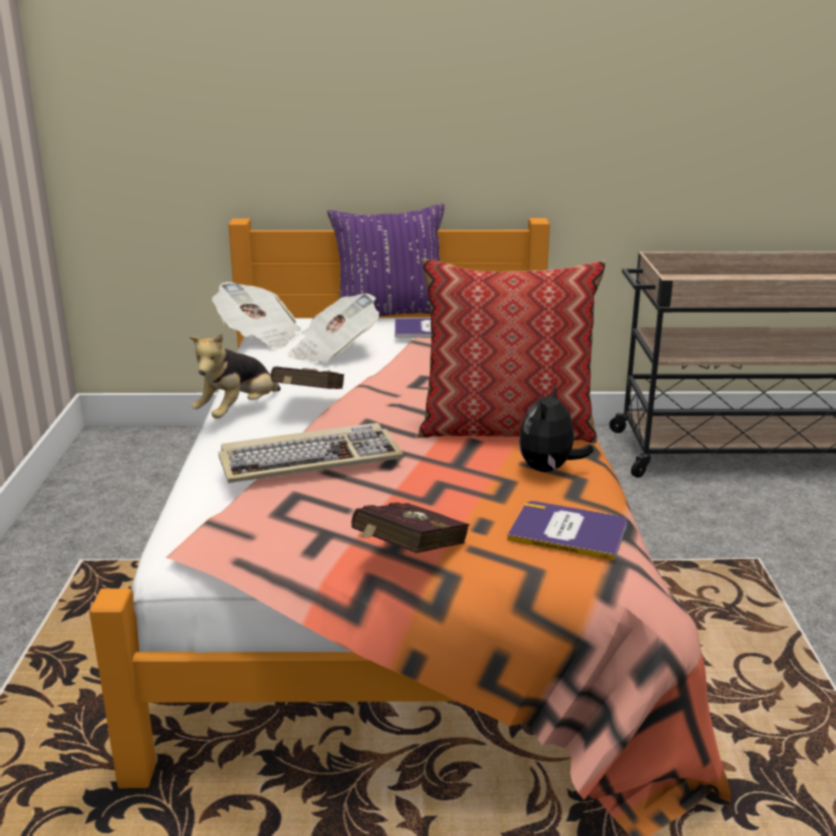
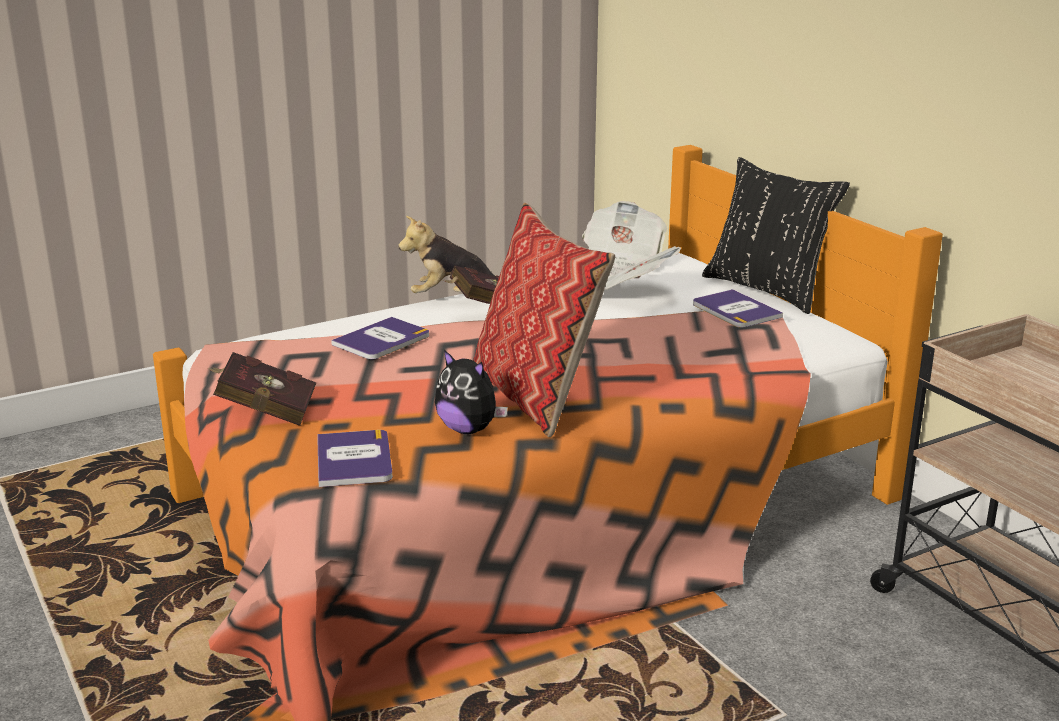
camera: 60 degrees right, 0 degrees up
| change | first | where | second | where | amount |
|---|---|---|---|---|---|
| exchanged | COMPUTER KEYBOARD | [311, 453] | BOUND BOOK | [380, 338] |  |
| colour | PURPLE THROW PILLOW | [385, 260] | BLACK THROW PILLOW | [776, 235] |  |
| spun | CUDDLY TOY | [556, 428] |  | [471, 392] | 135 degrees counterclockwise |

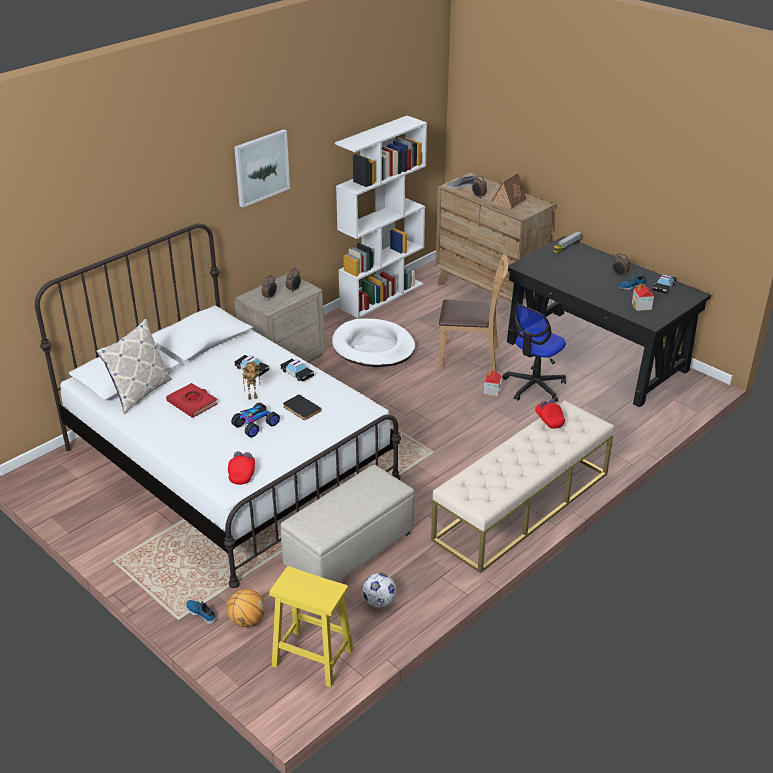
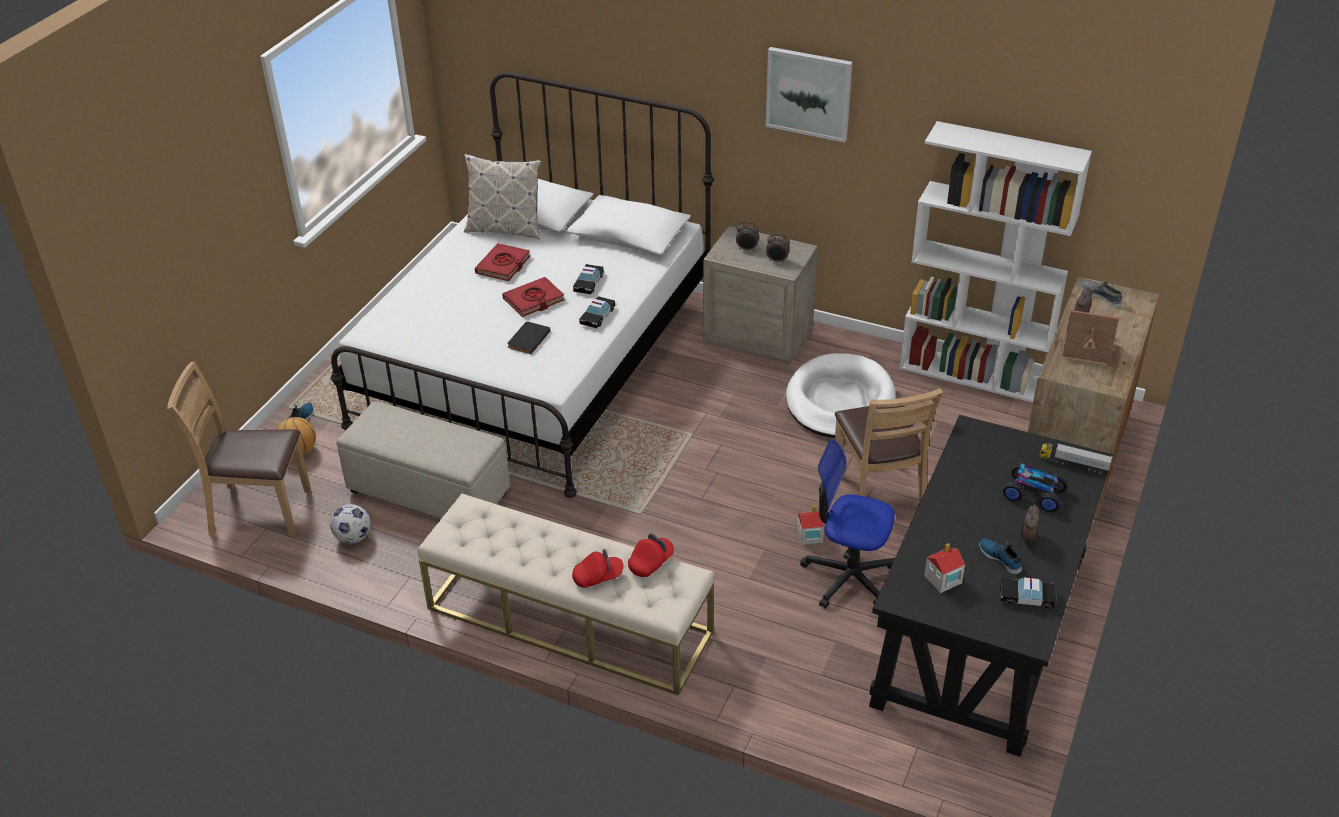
camera: 70 degrees right, 5 degrees up
| change | first | where | second | where | amount |
|---|---|---|---|---|---|
| relocated | RED PEAKED CAP | [241, 468] |  | [598, 568] |  |
| relocated | MODEL CAR | [255, 419] |  | [1035, 487] |  |
| exchanged | MODEL ROBOT | [252, 381] | RED BOUND BOOK | [533, 297] |  |
| exchanged | YELLOW SITTING STOOL | [311, 626] | BROWN UPRIGHT CHAIR | [239, 449] |  |

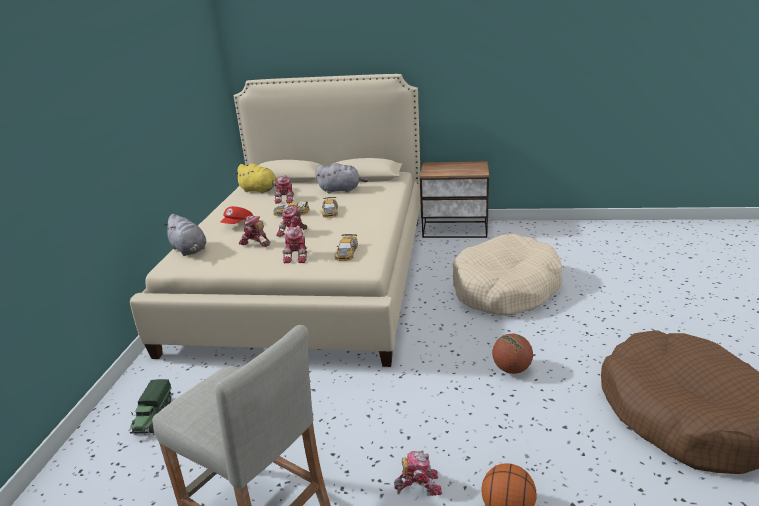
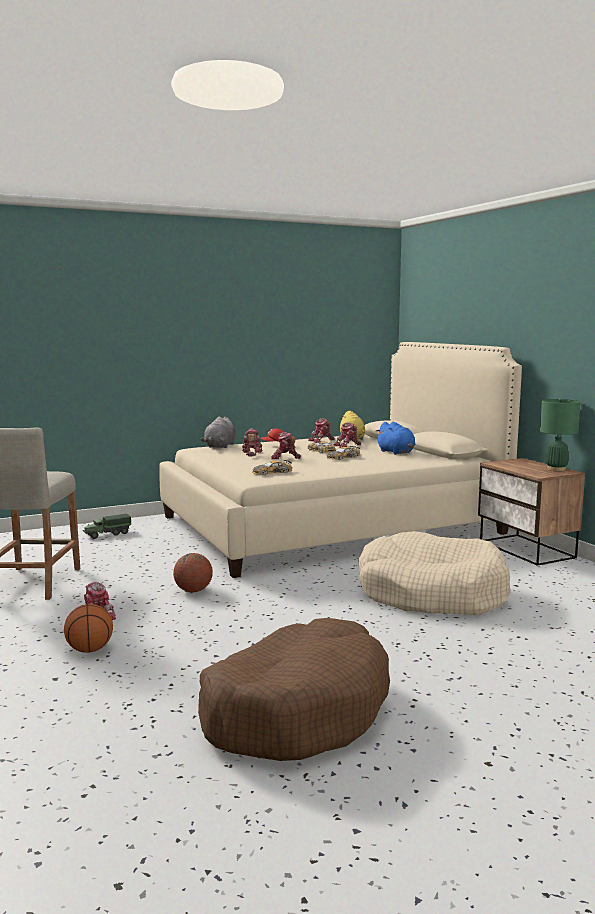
camera: 55 degrees right, 15 degrees down
| change | first | where | second | where | amount |
|---|---|---|---|---|---|
| relocated | MODEL ROBOT | [295, 245] |  | [321, 430] |  |
| colour | GREYISH CUDDLY TOY | [342, 178] | BLUISH CUDDLY TOY | [395, 438] |  |
| relocated | BALL FOR BASKETBALL | [512, 354] |  | [193, 572] |  |
| appeared |  |  | GREENISH TABLETOP LAMP | [560, 434] |  |

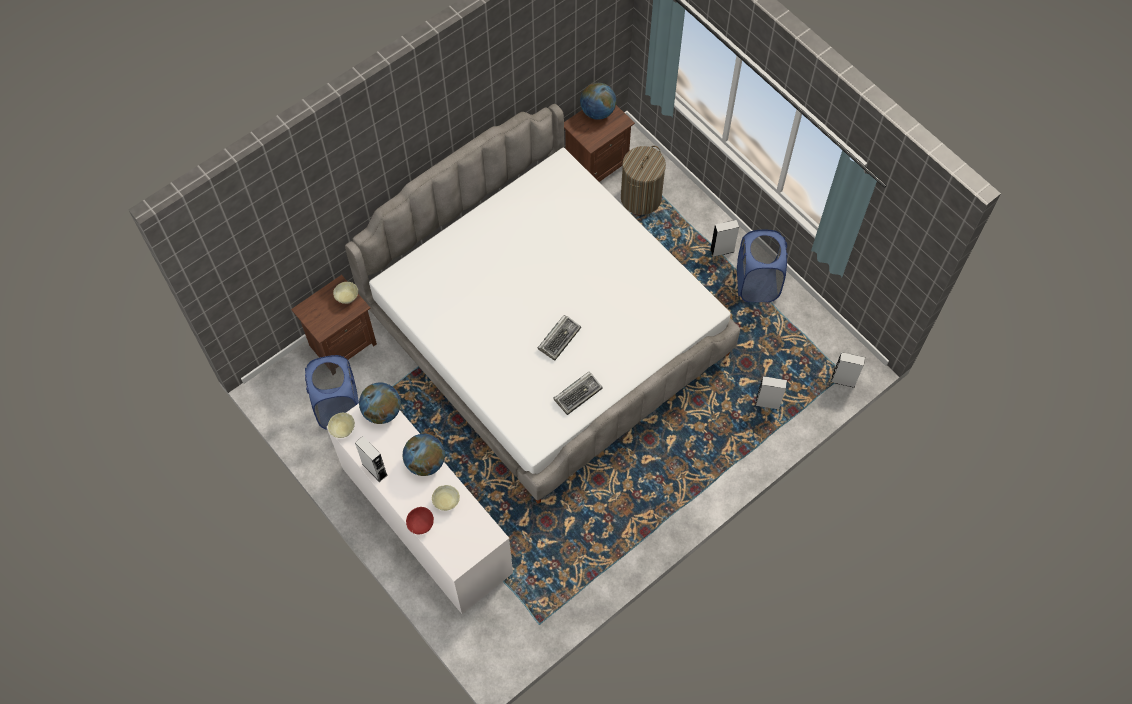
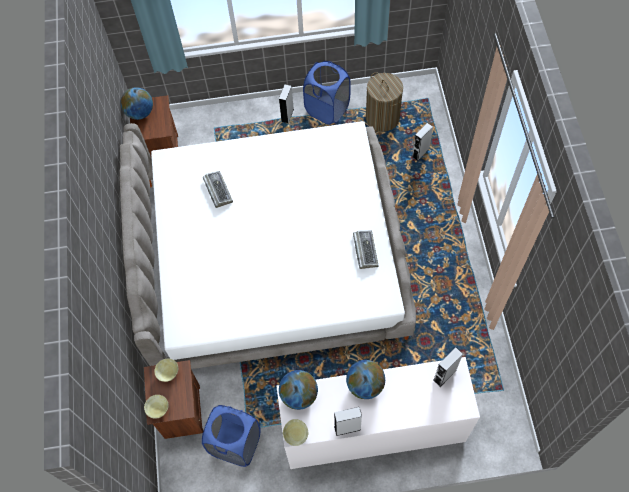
camera: 55 degrees left, 0 degrees up
| change | first | where | second | where | amount |
|---|---|---|---|---|---|
| missing | RED SERVING BOWL | [420, 520] |  |  |  |
| relocated | BEIGE-COLOURED SERVING BOWL | [446, 498] |  | [156, 407] |  |
| relocated | COMPUTER KEYBOARD | [559, 337] |  | [218, 189] |  |
| relocated | HAMPER | [643, 180] |  | [384, 102] |  |
| relocated | GREYISH AUDIO SPEAKER | [848, 370] |  | [448, 367] |  |

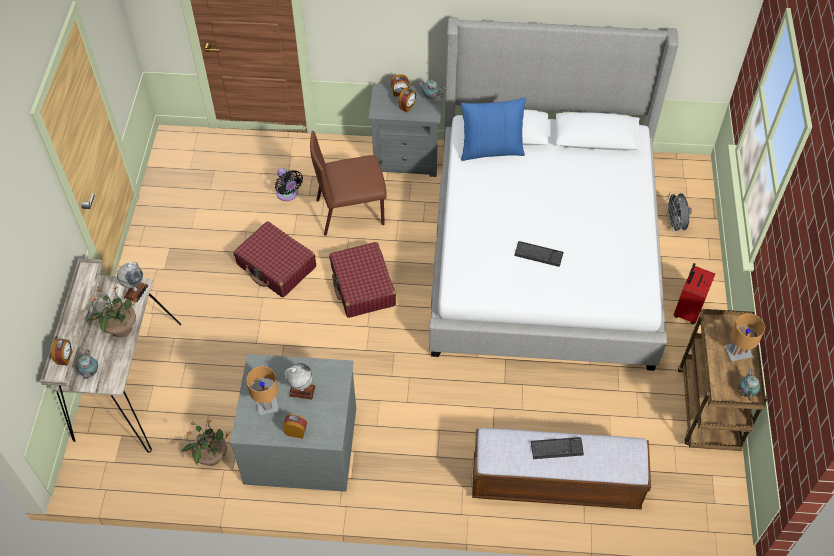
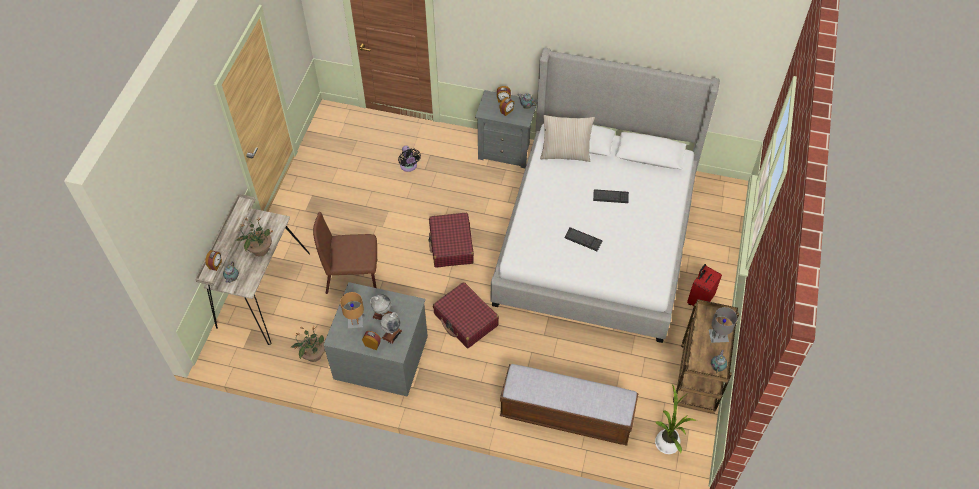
camera: 10 degrees right, 0 degrees up
| change | first | where | second | where | amount |
|---|---|---|---|---|---|
| relocated | GLOBE | [133, 282] |  | [391, 328] |  |
| relocated | RED PIECE OF LUGGAGE | [275, 259] |  | [466, 315] |  |
| relocated | BROWN UPRIGHT CHAIR | [348, 183] |  | [345, 253] |  |
| colour | BLUISH THROW PILLOW | [493, 129] | BEIGE-COLOURED THROW PILLOW | [567, 138] |  |
| relocated | COMPUTER KEYBOARD | [557, 448] |  | [611, 196] |  |
| missing | GREYISH FAN | [678, 213] |  |  |  |
| colour | BROWN TABLETOP LAMP | [744, 337] | GREYISH TABLETOP LAMP | [723, 325] |  |
| appeared |  |  | POTTED PLANT | [676, 419] |  |

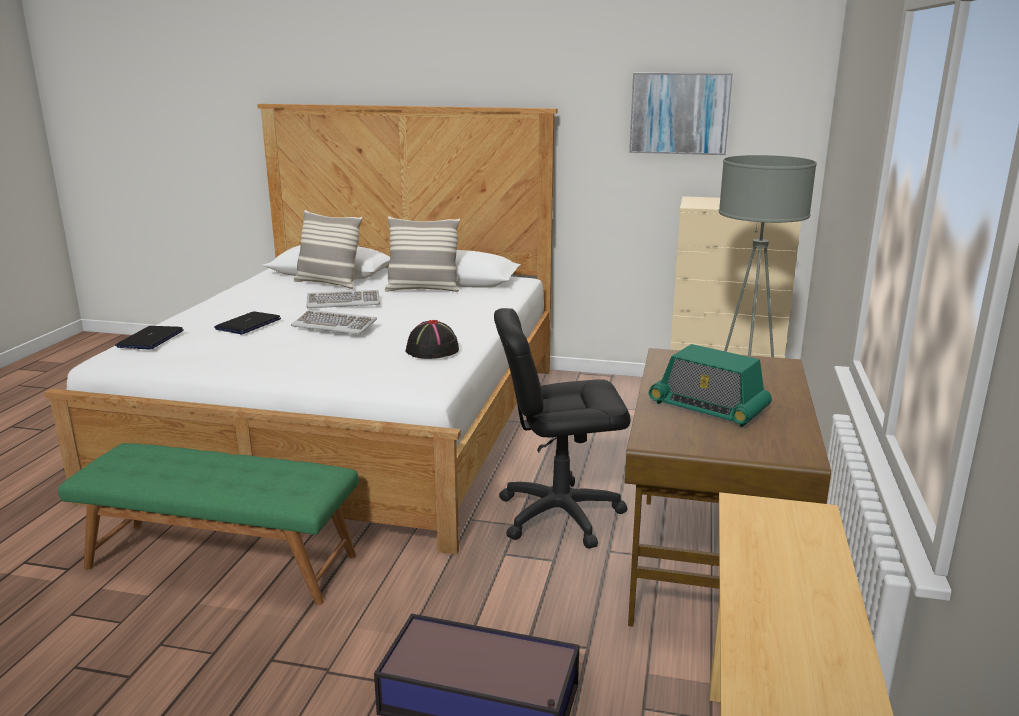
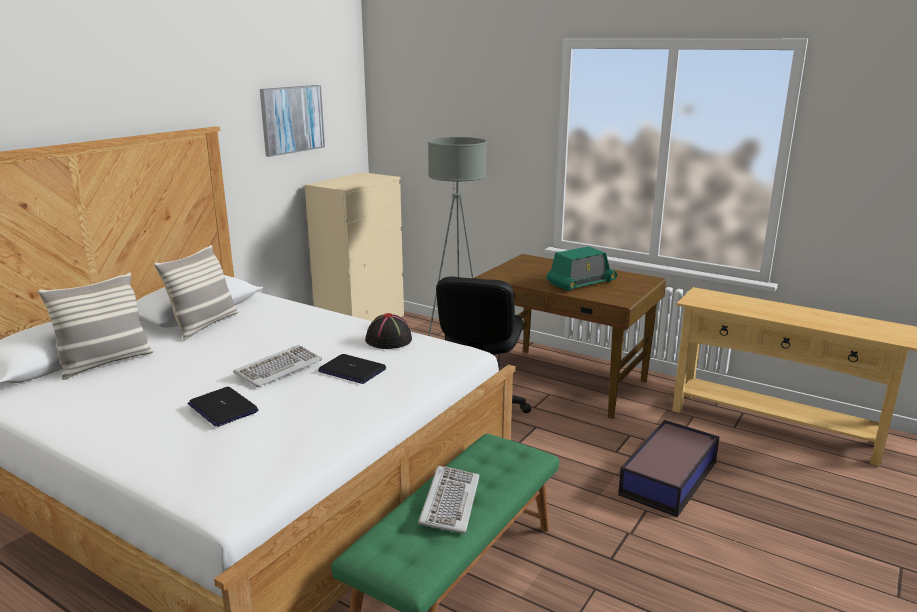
camera: 70 degrees left, 0 degrees up
| change | first | where | second | where | amount |
|---|---|---|---|---|---|
| relocated | LAPTOP | [149, 338] |  | [352, 369] |  |
| relocated | COMPUTER KEYBOARD | [343, 299] |  | [448, 500] |  |

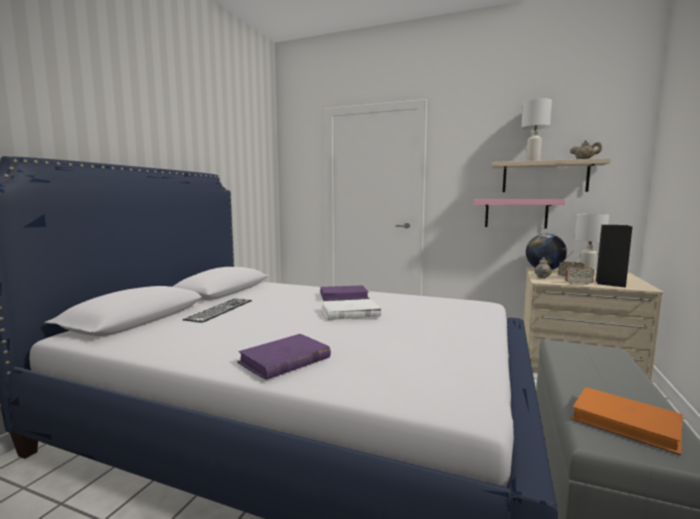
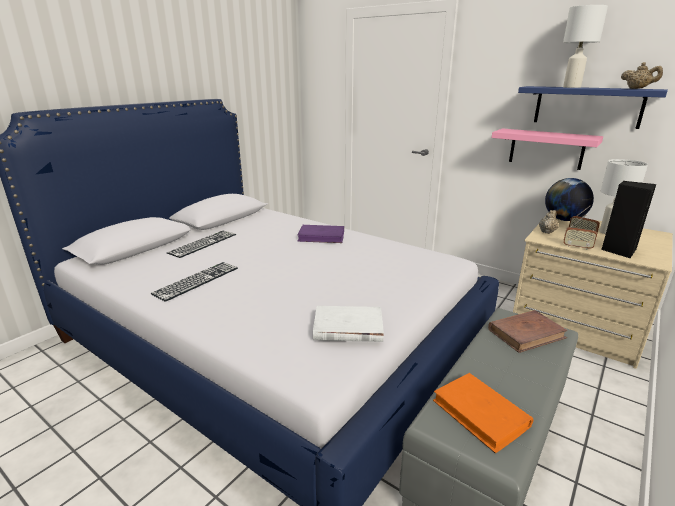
camera: 15 degrees right, 15 degrees up
| change | first | where | second | where | amount |
|---|---|---|---|---|---|
| missing | PURPLE BOUND BOOK | [284, 357] |  |  |  |
| relocated | WHITE-COLOURED BOUND BOOK | [351, 309] |  | [348, 324] |  |
| colour | BEIGE-COLOURED SHELF | [551, 175] | BLUISH SHELF | [593, 107] |  |
| appeared |  |  | COMPUTER KEYBOARD | [194, 282] |  |
| appeared |  |  | BROWN BOUND BOOK | [528, 331] |  |

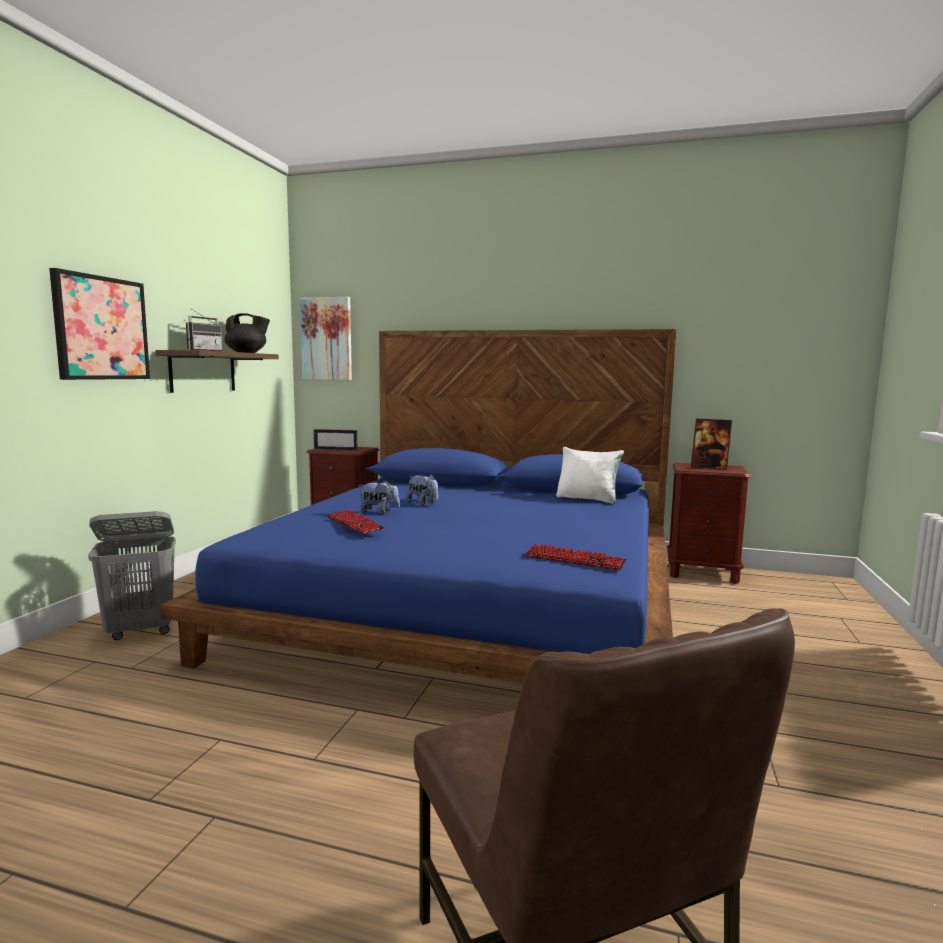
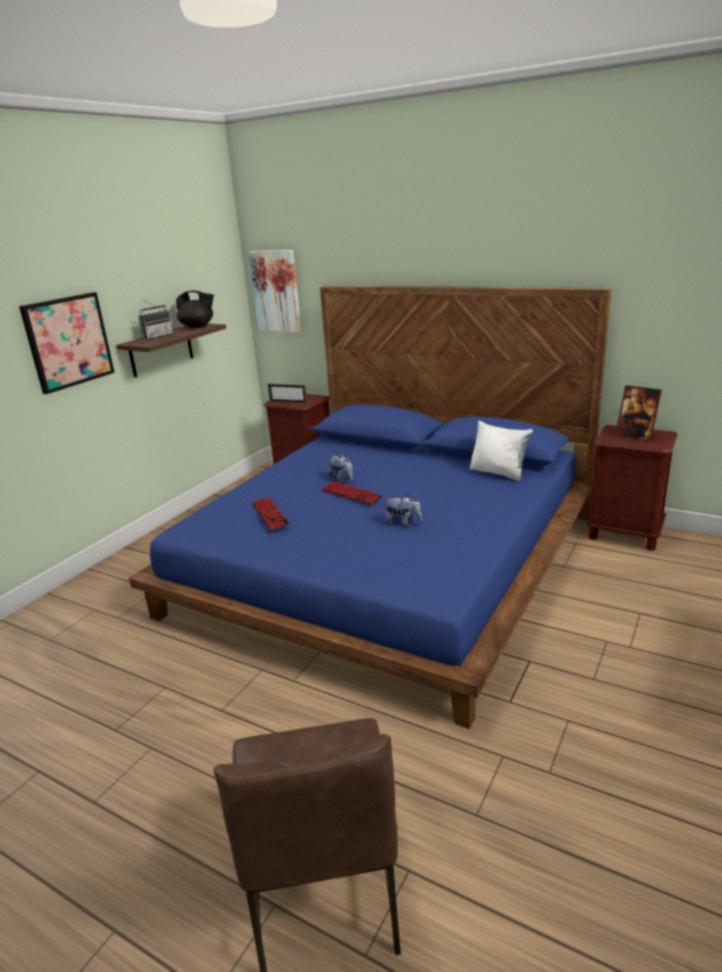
camera: 15 degrees right, 15 degrees up
| change | first | where | second | where | amount |
|---|---|---|---|---|---|
| missing | GREYISH HAMPER | [132, 575] |  |  |  |
| relocated | CUDDLY TOY | [379, 497] |  | [402, 510] |  |
| relocated | COMPUTER KEYBOARD | [575, 557] |  | [352, 493] |  |

